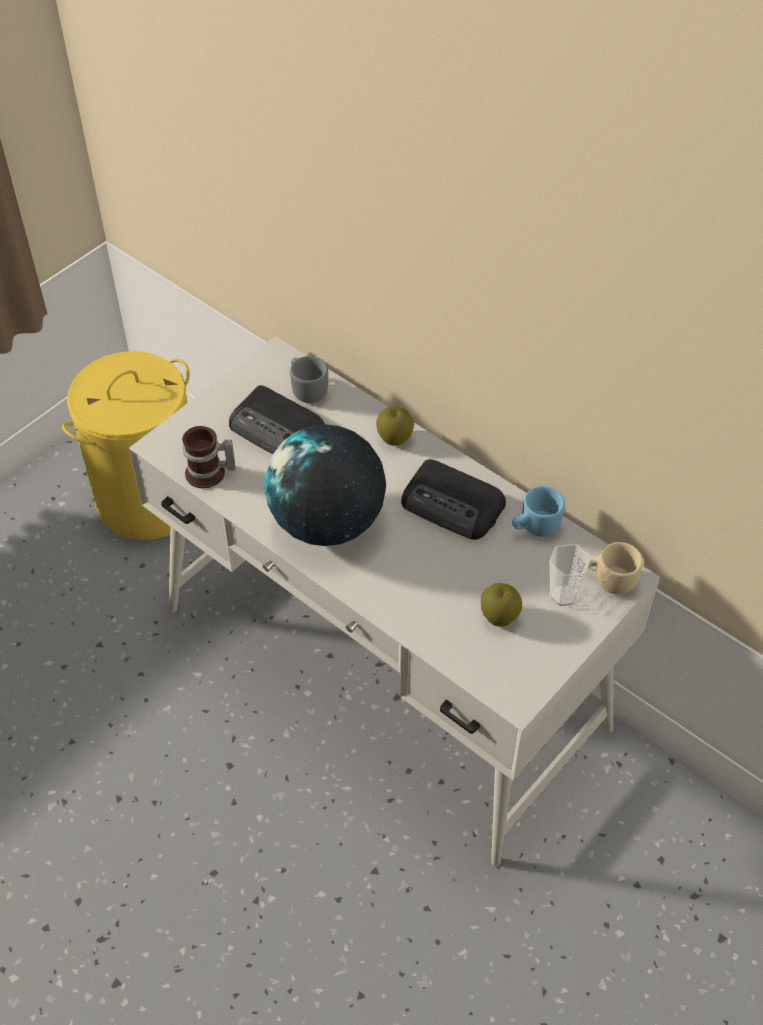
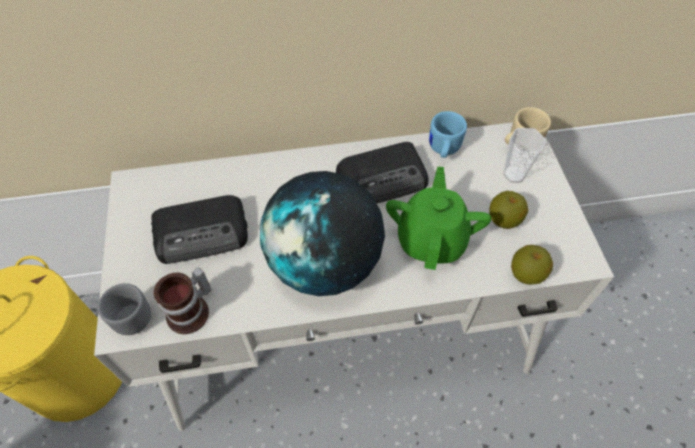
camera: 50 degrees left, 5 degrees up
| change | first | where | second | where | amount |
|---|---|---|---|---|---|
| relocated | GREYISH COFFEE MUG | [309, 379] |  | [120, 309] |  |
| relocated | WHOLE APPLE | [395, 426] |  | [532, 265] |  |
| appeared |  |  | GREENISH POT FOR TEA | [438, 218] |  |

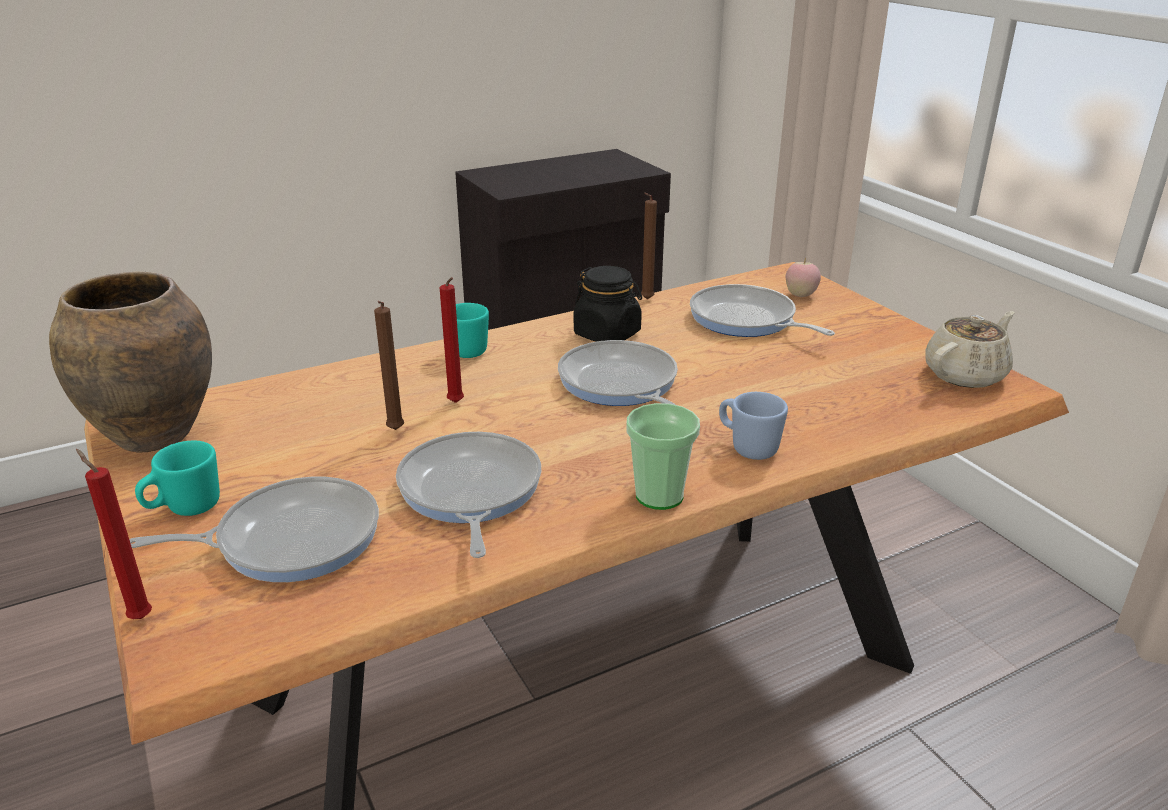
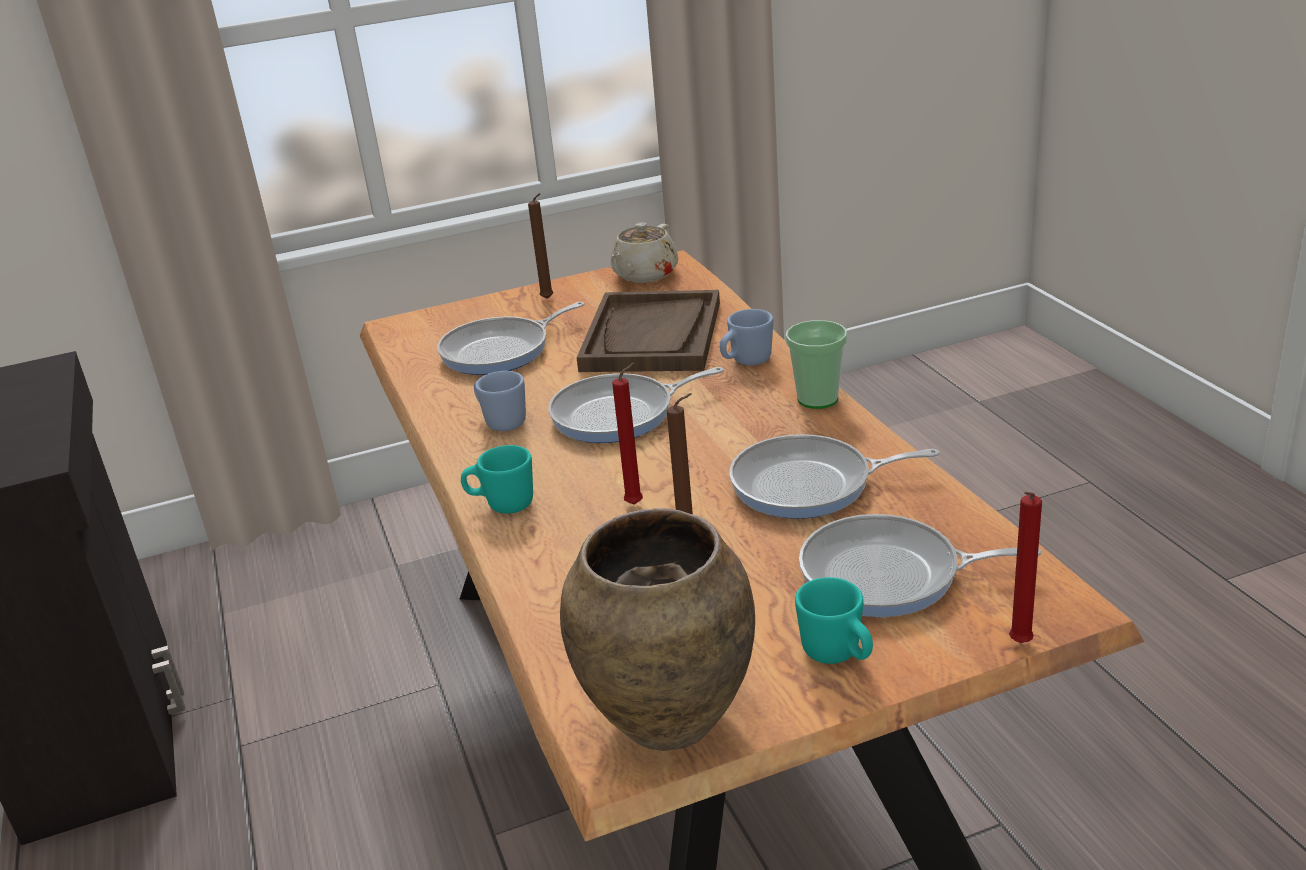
camera: 80 degrees left, 0 degrees up
| change | first | where | second | where | amount |
|---|---|---|---|---|---|
| spun | FRYING PAN | [254, 529] |  | [920, 565] | 75 degrees counterclockwise |
| exchanged | BLACK STORAGE JAR | [608, 304] | BLUISH COFFEE MUG | [500, 401] |  |
| relocated | BROWN WAX LIGHT | [649, 246] |  | [540, 246] |  |
| missing | WHOLE APPLE | [803, 277] |  |  |  |
| spun | BEIGE-COLOURED POT FOR TEA | [970, 349] |  | [644, 252] | 120 degrees counterclockwise |
| appeared |  |  | BROWN CARRYING TRAY | [648, 331] |  |

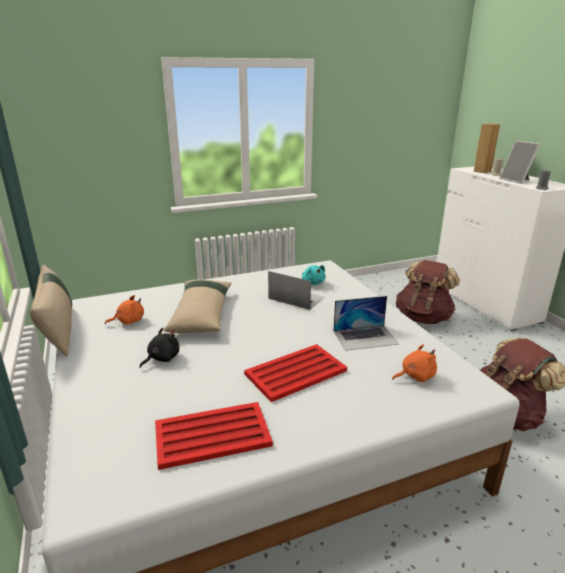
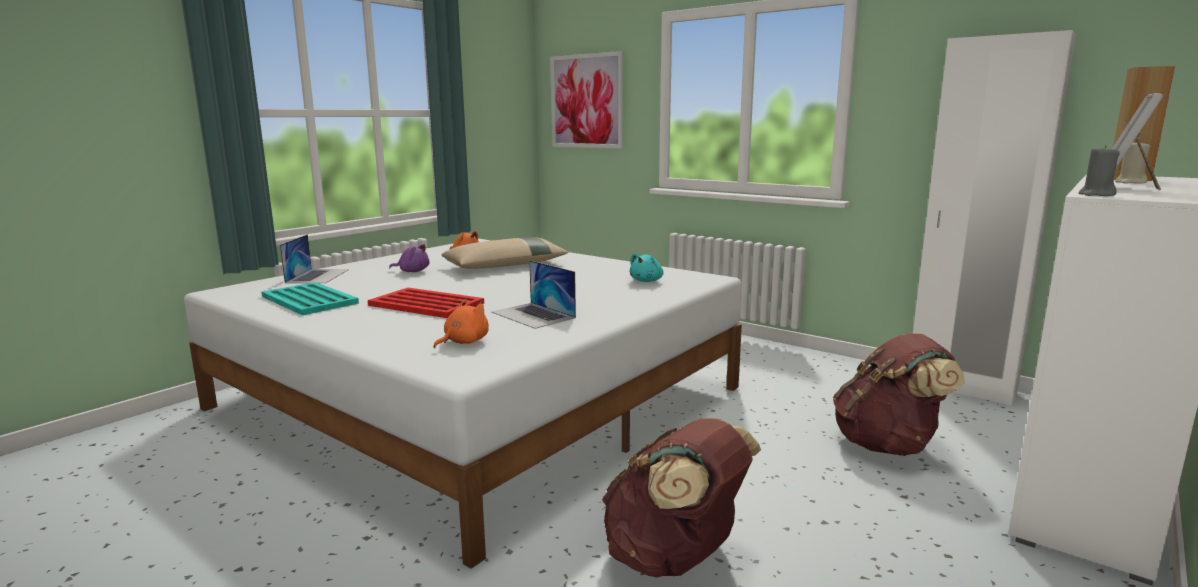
camera: 60 degrees right, 10 degrees down
| change | first | where | second | where | amount |
|---|---|---|---|---|---|
| missing | BEIGE-COLOURED THROW PILLOW | [51, 311] |  |  |  |
| colour | BLACK CUDDLY TOY | [159, 348] | PURPLE CUDDLY TOY | [409, 258] |  |
| colour | RED CARRYING TRAY | [214, 436] | TURQUOISE CARRYING TRAY | [310, 298] |  |
| relocated | LAPTOP | [296, 290] |  | [314, 258] |  |
| spun | ORANGE-COLOURED CUDDLY TOY | [414, 363] |  | [461, 323] | 90 degrees counterclockwise |
| appeared |  |  | WALL ART | [586, 100] |  |
| appeared |  |  | WHITE-COLOURED WARDROBE | [994, 217] |  |

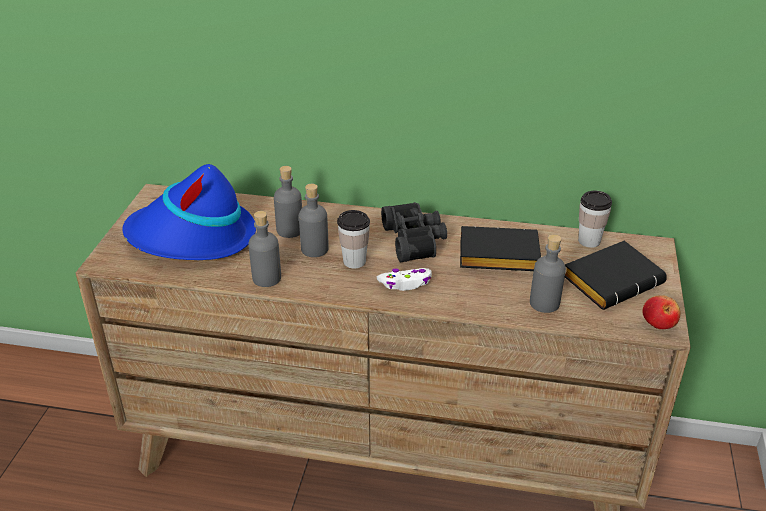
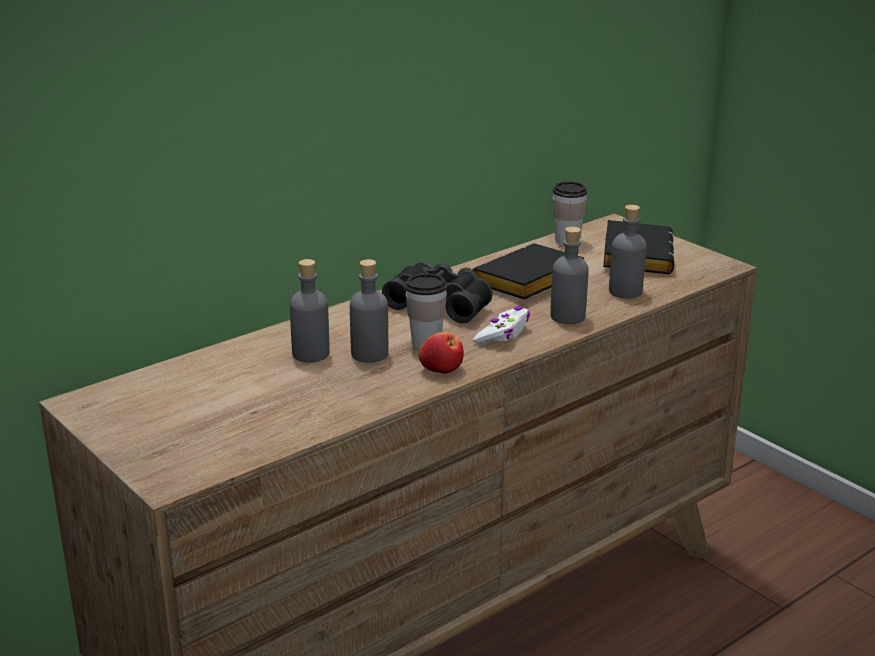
camera: 50 degrees left, 10 degrees down
| change | first | where | second | where | amount |
|---|---|---|---|---|---|
| missing | BLUISH HAT | [189, 212] |  |  |  |
| relocated | GREYISH BOTTLE | [264, 249] |  | [569, 275] |  |
| relocated | WHOLE APPLE | [661, 312] |  | [441, 352] |  |

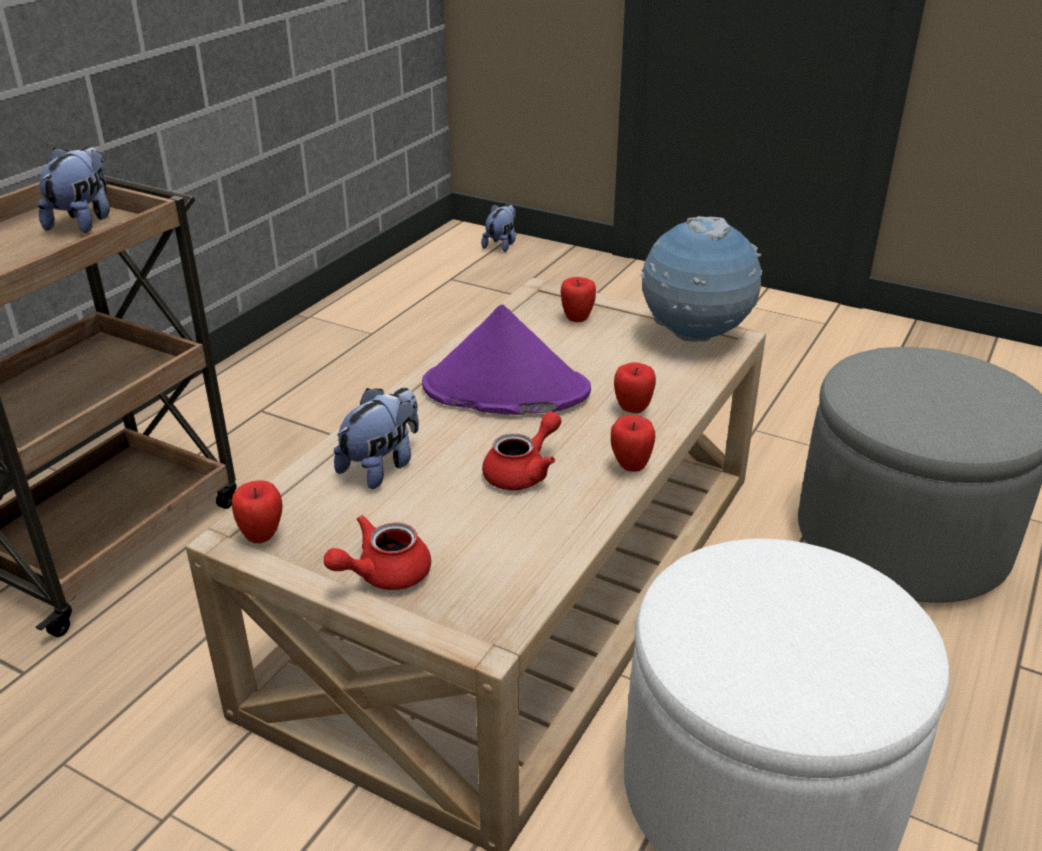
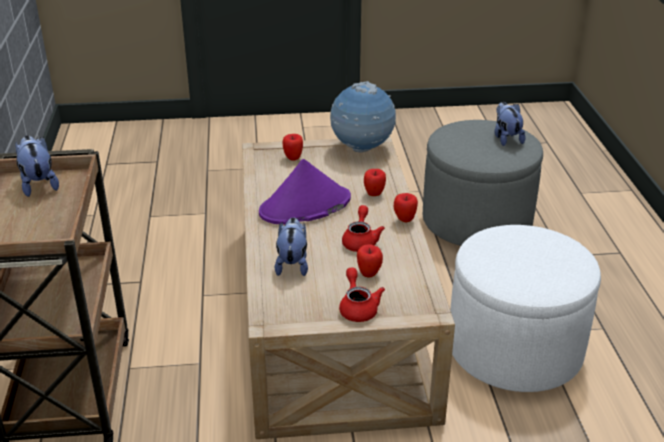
camera: 35 degrees left, 0 degrees up
| change | first | where | second | where | amount |
|---|---|---|---|---|---|
| relocated | WHOLE APPLE | [257, 511] |  | [370, 261] |  |
| spun | RED POT FOR TEA | [377, 552] |  | [362, 294] | 150 degrees clockwise |
| relocated | CUDDLY TOY | [498, 228] |  | [510, 124] |  |

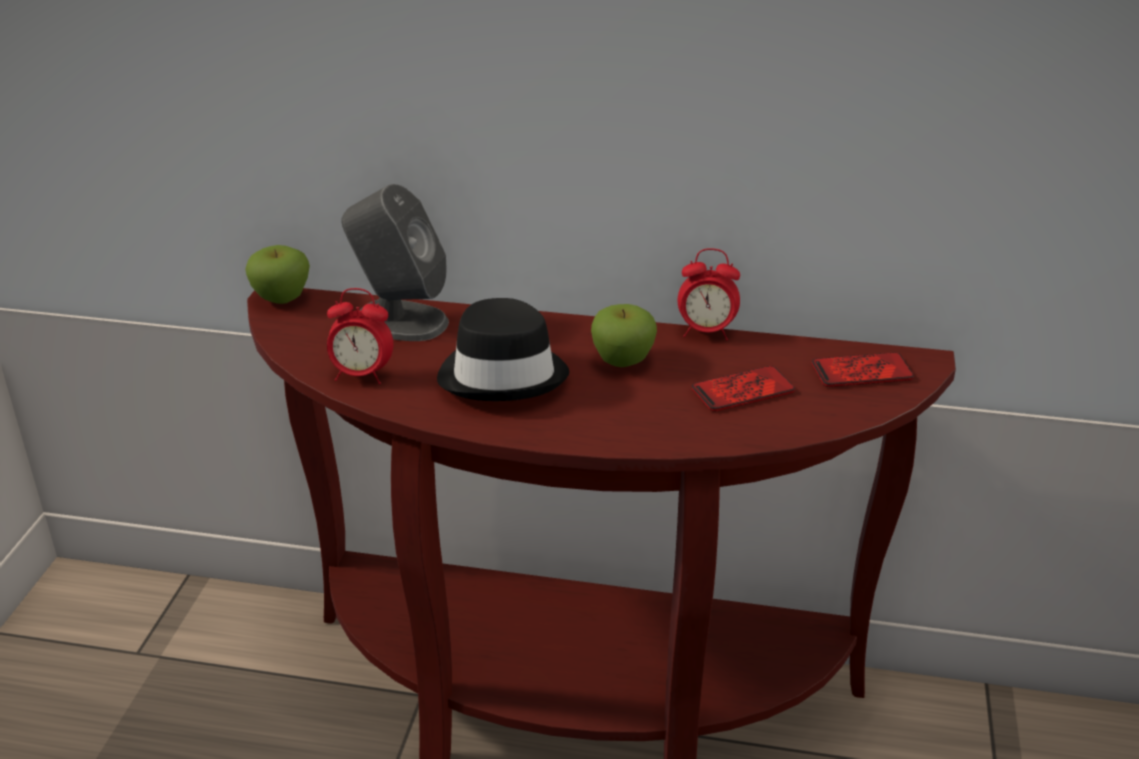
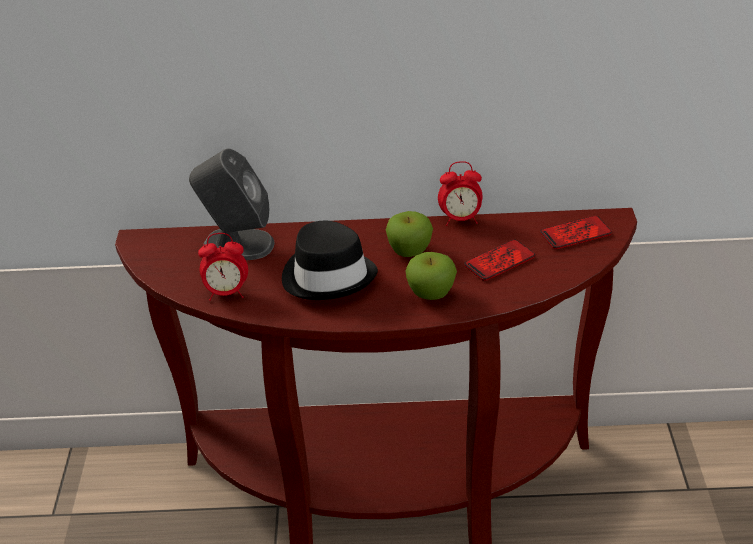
camera: 10 degrees left, 5 degrees up
| change | first | where | second | where | amount |
|---|---|---|---|---|---|
| relocated | WHOLE APPLE | [277, 274] |  | [431, 276] |  |

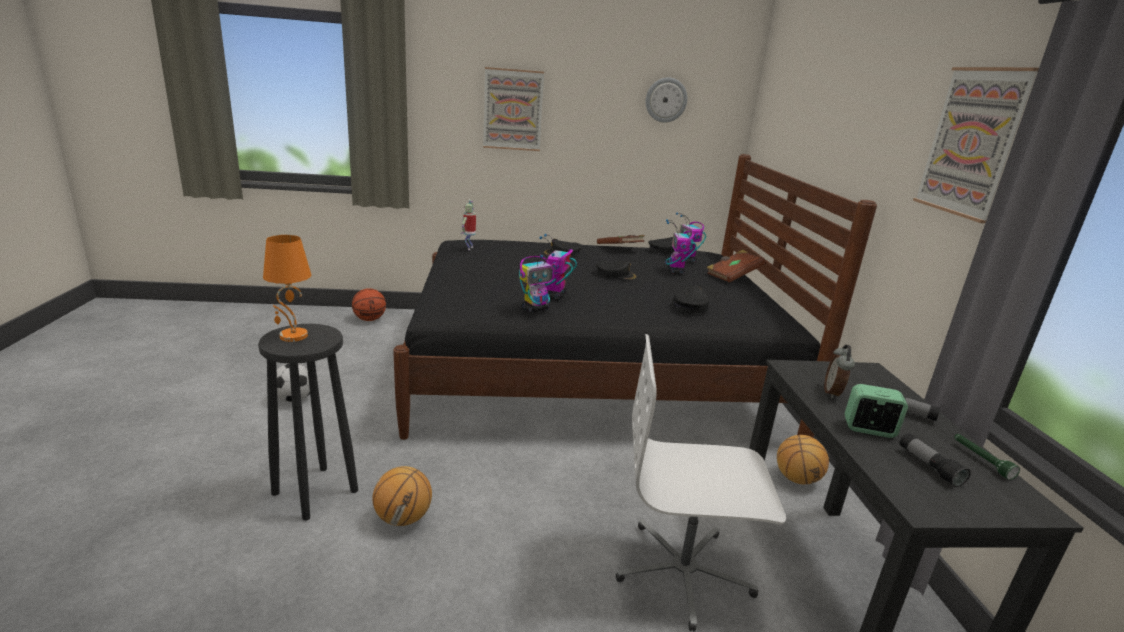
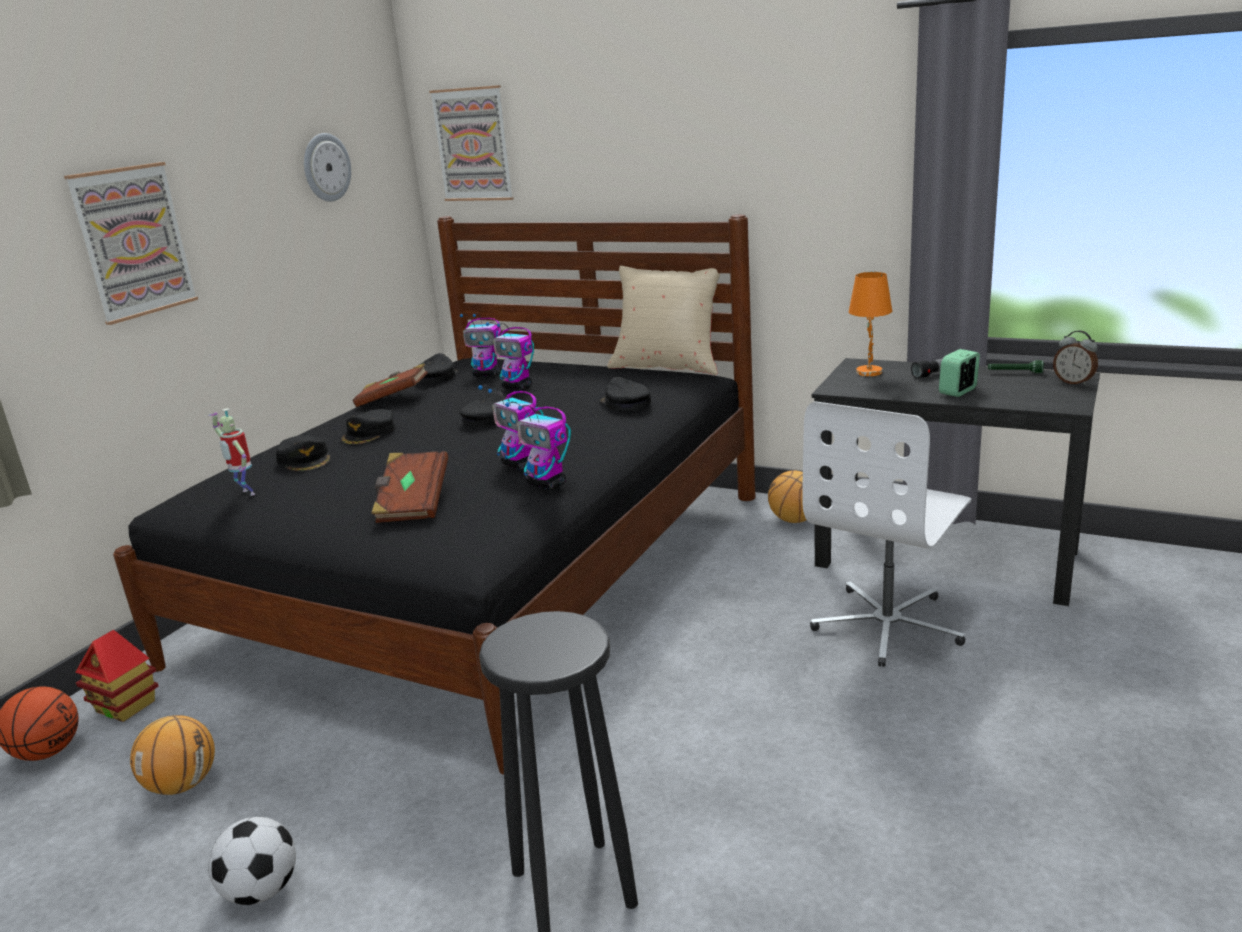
camera: 55 degrees left, 0 degrees up
| change | first | where | second | where | amount |
|---|---|---|---|---|---|
| relocated | ORANGE-COLOURED TABLETOP LAMP | [287, 288] |  | [870, 324] |  |
| relocated | BALL FOR BASKETBALL | [402, 496] |  | [172, 755] |  |
| spun | MODEL ROBOT | [537, 283] |  | [538, 446] | 135 degrees clockwise |
| relocated | BROWN BOUND BOOK | [736, 266] |  | [409, 487] |  |
| relocated | TABLE CLOCK | [839, 372] |  | [1075, 357] |  |
| missing | FLASHLIGHT | [935, 460] |  |  |  |
| relocated | WALL ART | [976, 145] |  | [471, 143] |  |
| appeared |  |  | MODEL HOUSE | [117, 676] |  |
| appeared |  |  | BLACK PEAKED CAP | [303, 453] |  |
| appeared |  |  | BEIGE-COLOURED THROW PILLOW | [664, 320] |  |

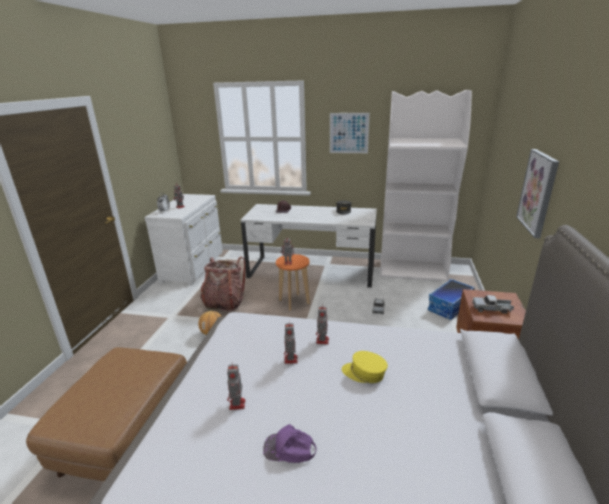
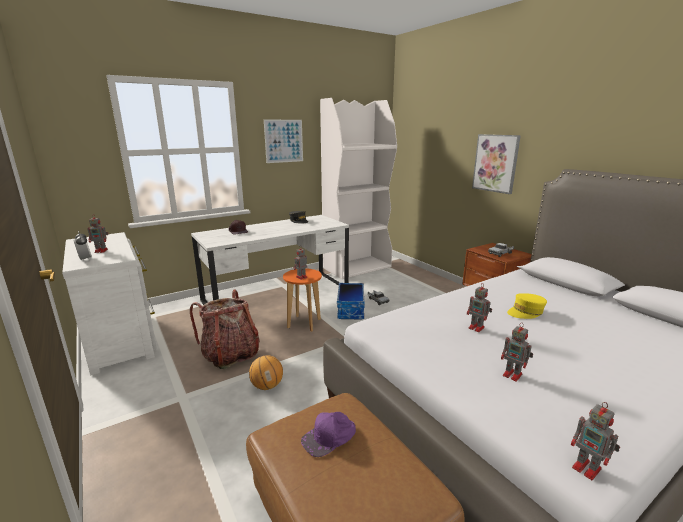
camera: 45 degrees left, 5 degrees down
| change | first | where | second | where | amount |
|---|---|---|---|---|---|
| relocated | PURPLE PEAKED CAP | [290, 443] |  | [328, 434] |  |
| relocated | MODEL ROBOT | [322, 324] |  | [595, 441] |  |
| relocated | STORAGE BOX | [451, 299] |  | [351, 301] |  |

